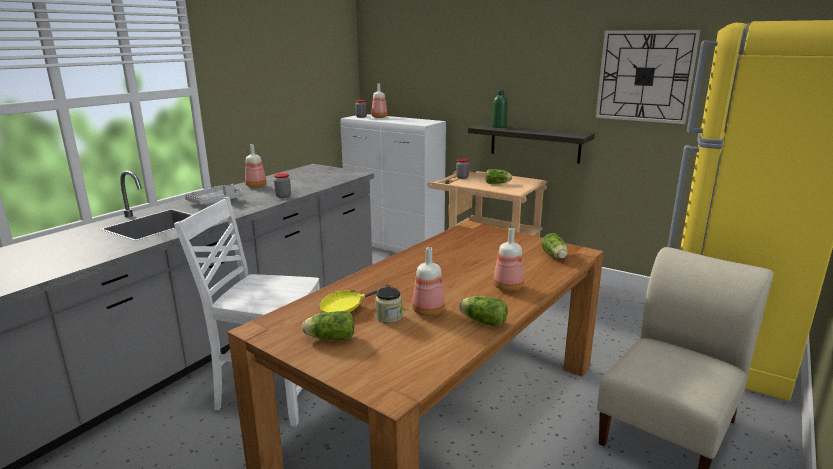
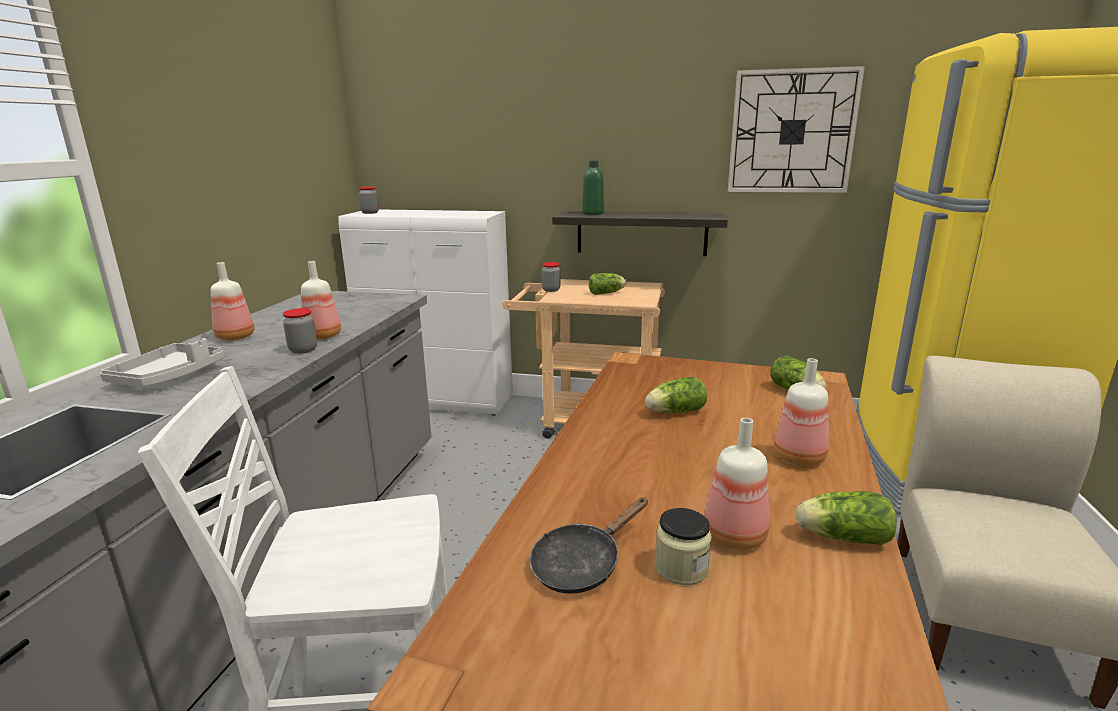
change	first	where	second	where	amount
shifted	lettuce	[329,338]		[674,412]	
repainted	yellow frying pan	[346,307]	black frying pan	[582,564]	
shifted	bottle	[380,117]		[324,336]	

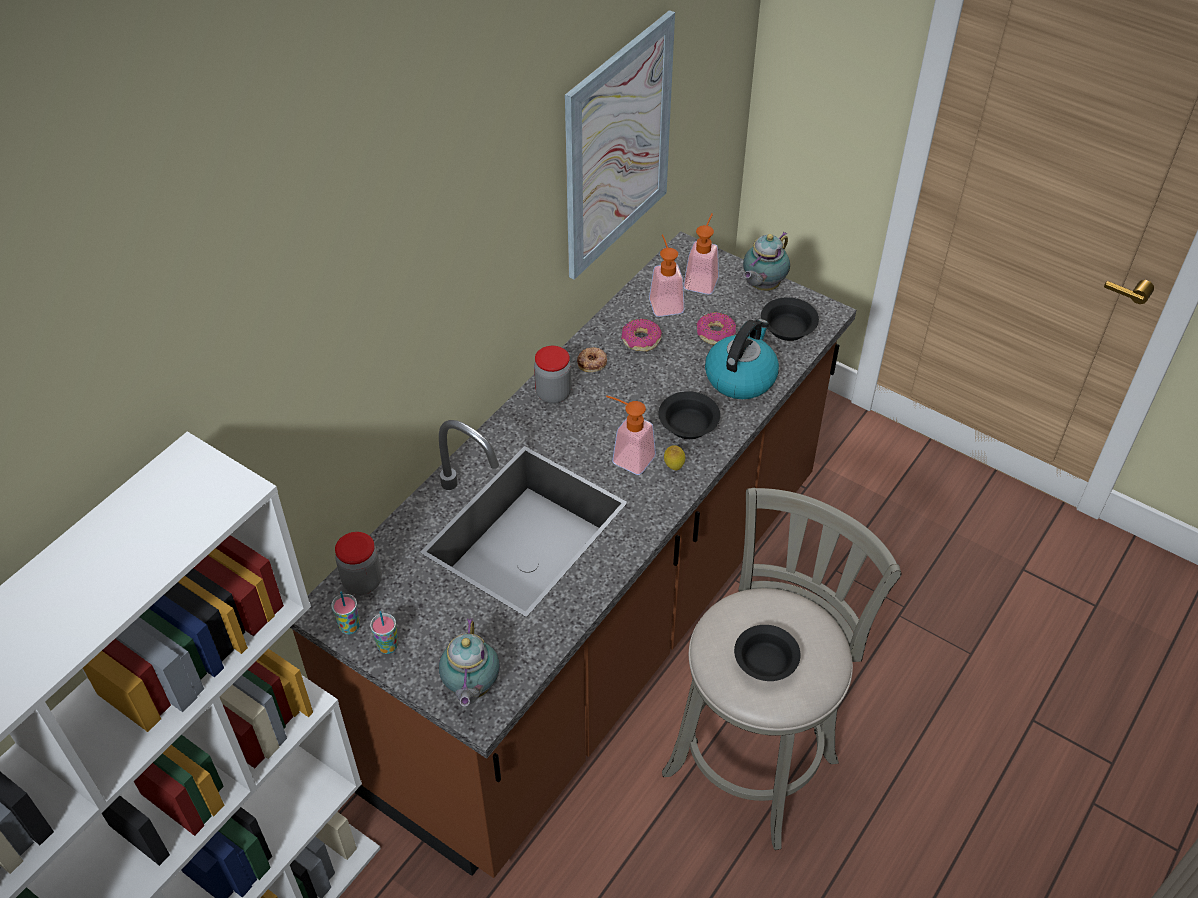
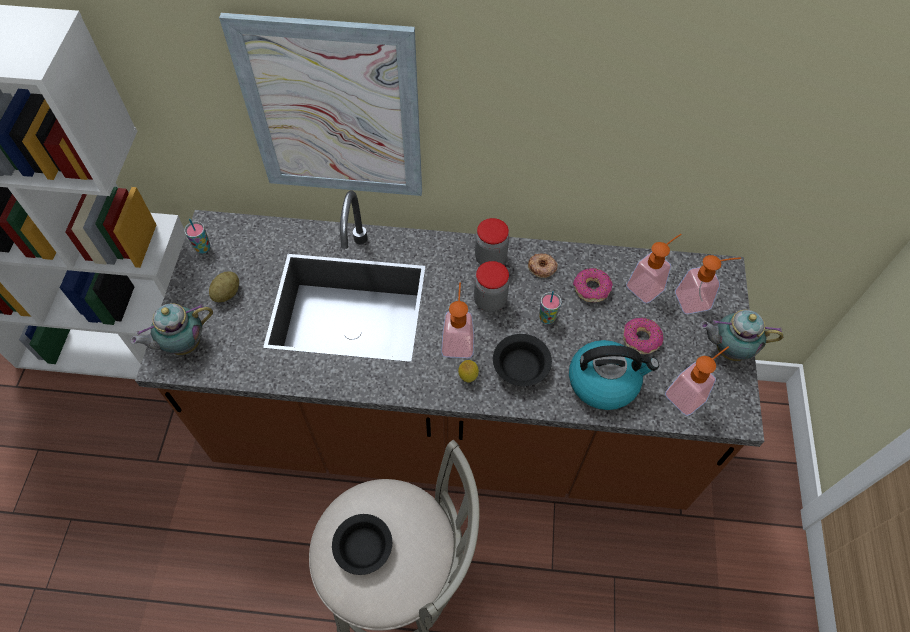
change	first	where	second	where	amount
shifted	jar	[362,581]		[490,300]	
shifted	cup	[388,646]		[547,318]	
shifted	picture	[617,147]		[333,112]	
swapped	black bowl	[787,330]	soap dispenser	[690,393]	
new			potato	[227,293]	

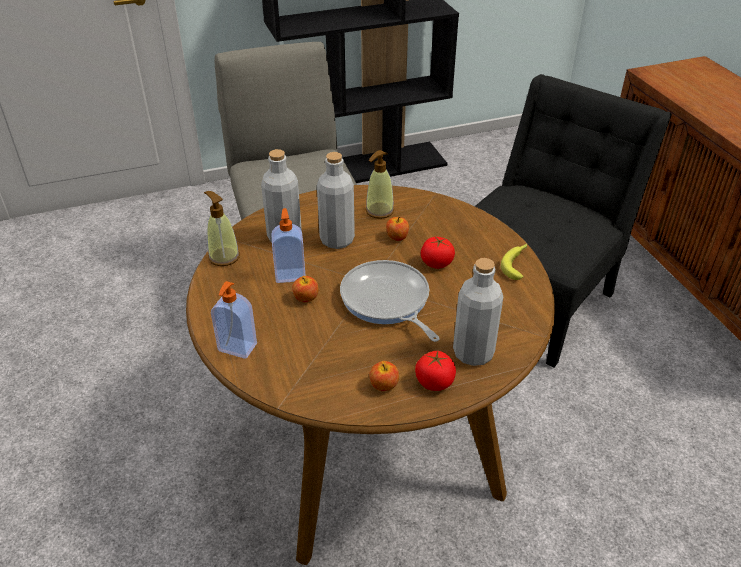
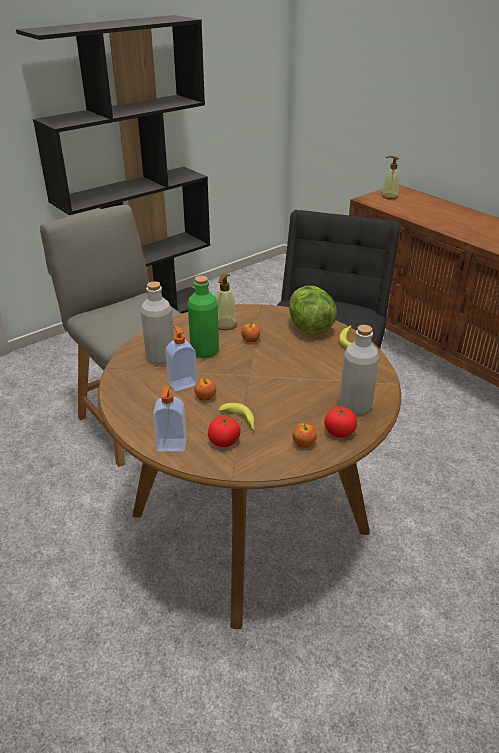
change	first	where	second	where	amount
shifted	soap dispenser	[224,257]		[389,196]	
repainted	grey bottle	[337,240]	green bottle	[204,351]	
gone	frying pan	[387,301]			
shifted	tomato	[436,263]		[224,441]	
new			banana	[240,421]	
new			lettuce	[309,327]	

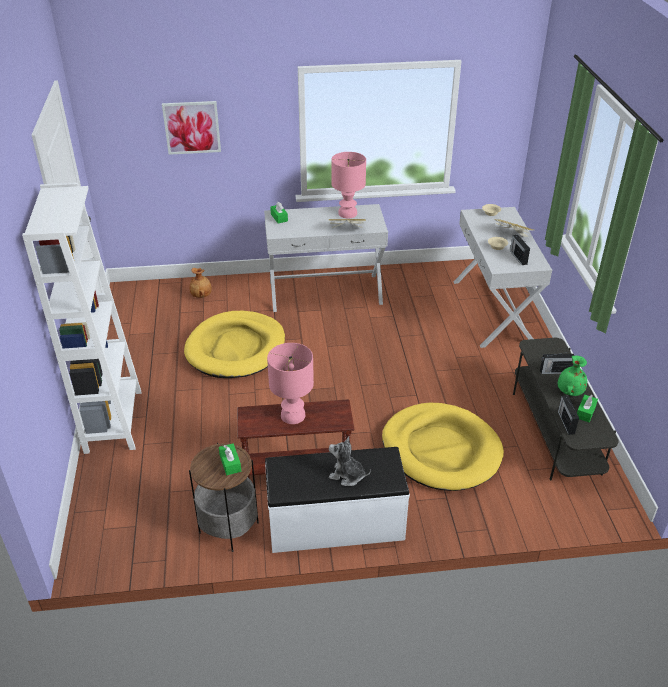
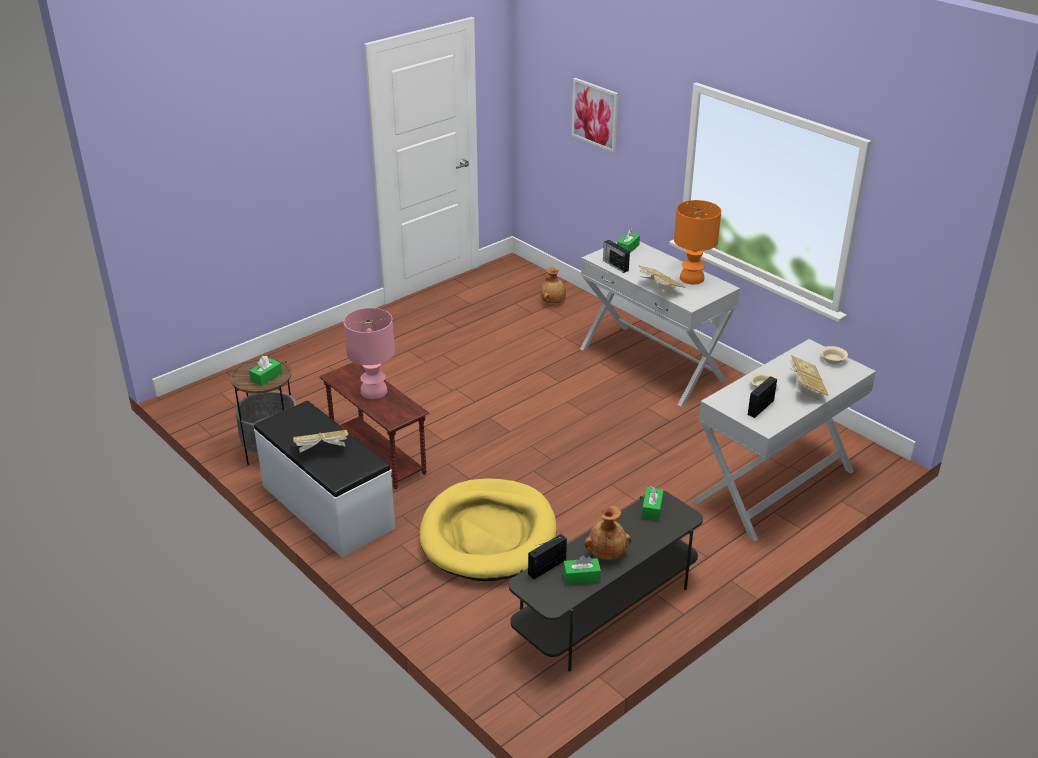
change	first	where	second	where	amount
gone	white bookcase	[113,421]			
gone	yellow dog bed	[236,348]			
swapped	plush toy	[347,475]	book	[322,450]	
repainted	pink table lamp	[348,213]	orange table lamp	[692,278]	
shifted	radio	[554,371]		[615,265]	
repainted	green vase	[569,391]	brown vase	[606,553]	
new			green tissue box	[652,509]	

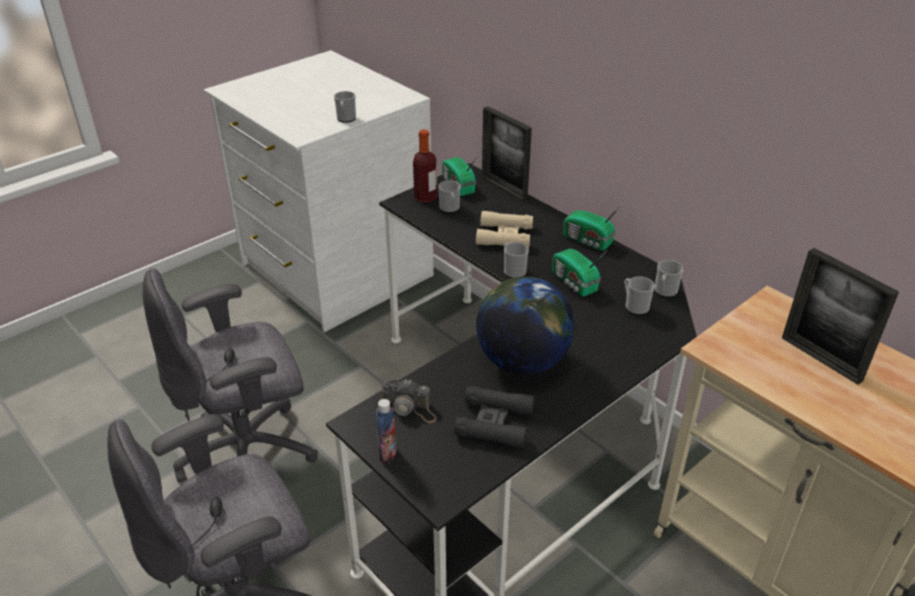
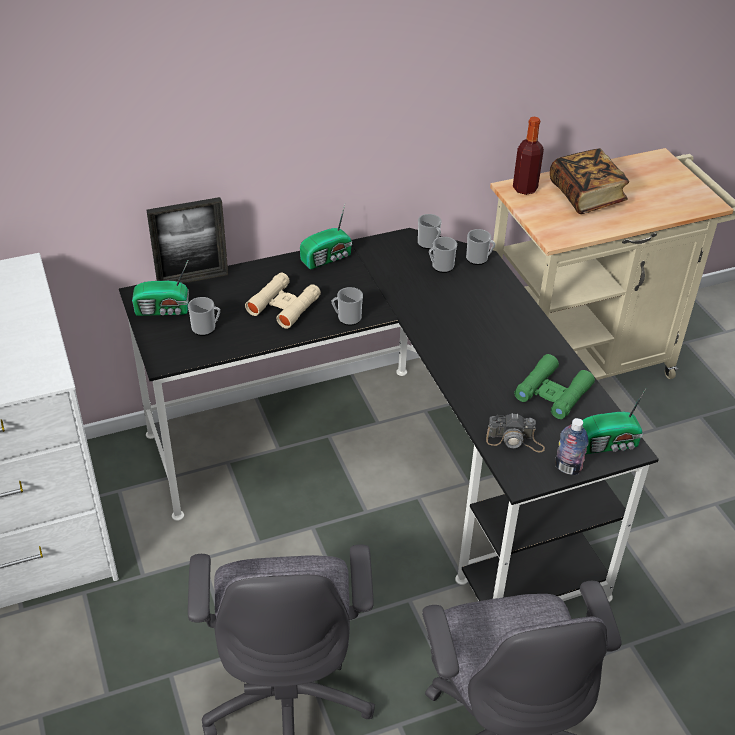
change	first	where	second	where	amount
shifted	mug	[346,119]		[479,259]	
rotated	photo camera	[409,408]		[515,440]	60 degrees clockwise
shifted	bottle	[425,197]		[525,188]	
repainted	black binoculars	[494,422]	green binoculars	[552,393]	
gone	globe	[522,361]			
shifted	radio	[574,283]		[609,444]	
swapped	picture frame	[821,359]	book	[586,196]	

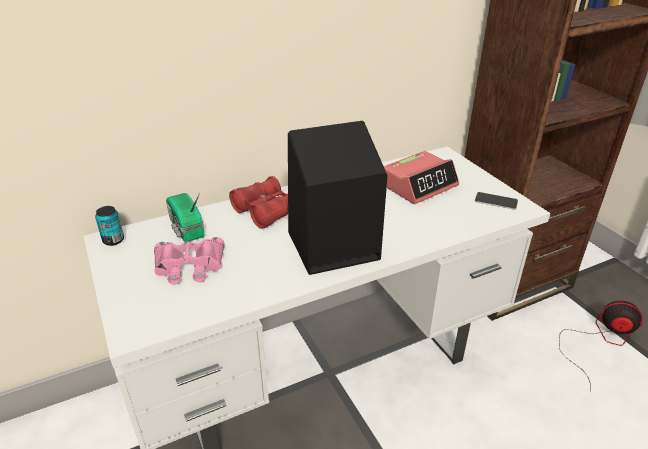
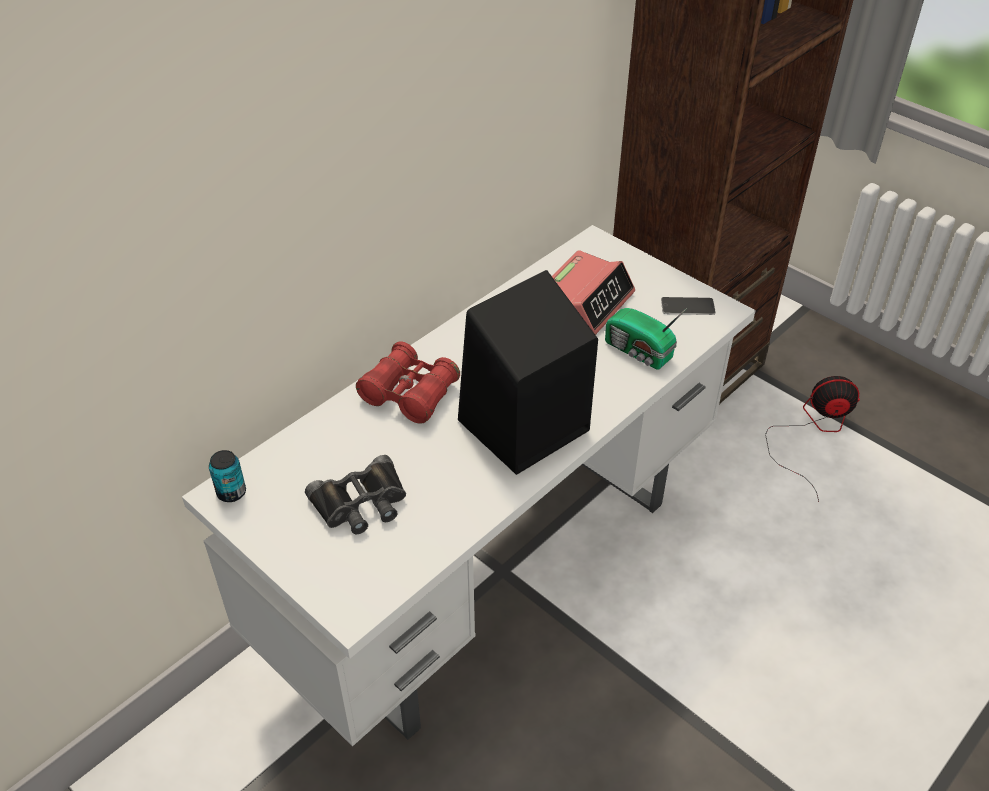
change	first	where	second	where	amount
repainted	pink binoculars	[189,266]	black binoculars	[361,503]	
shifted	radio	[185,228]		[639,352]	

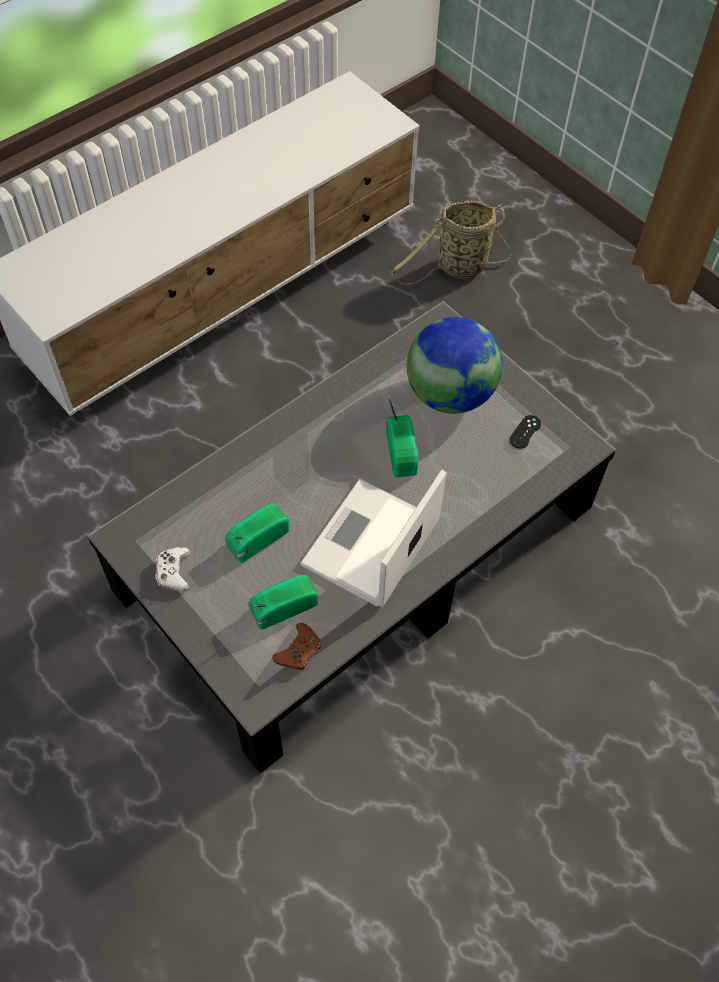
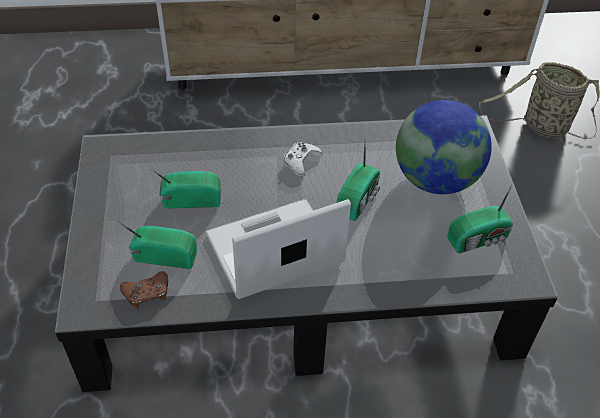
change	first	where	second	where	amount
shifted	white game controller	[174,572]		[301,161]	
swapped	black game controller	[525,432]	radio	[479,239]	

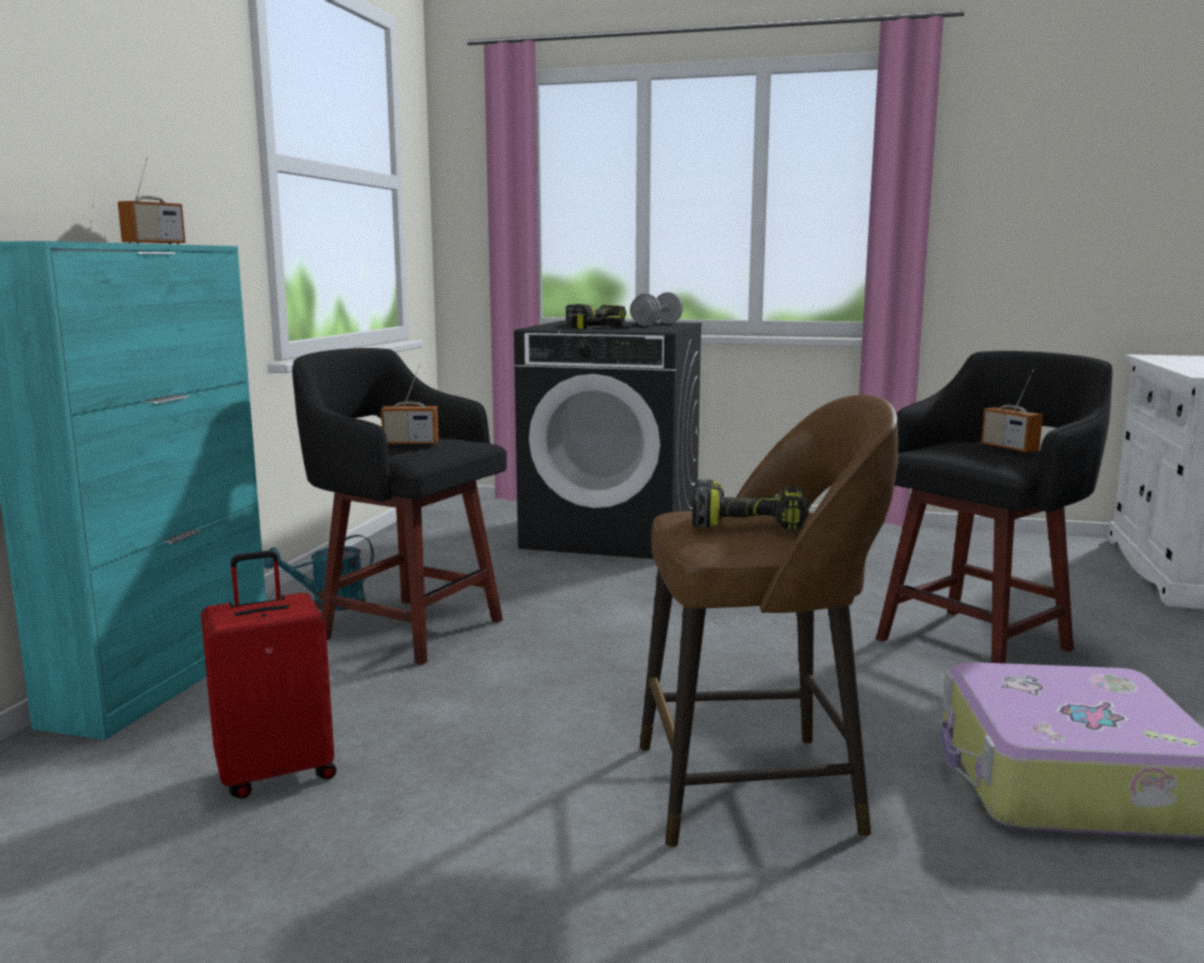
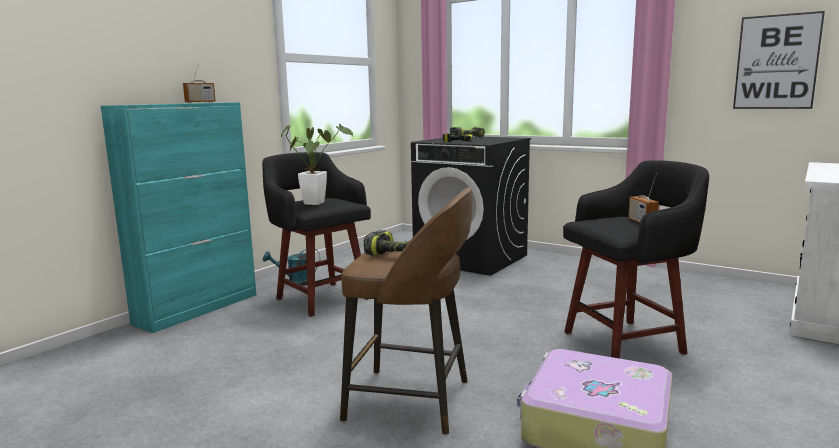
change	first	where	second	where	amount
gone	red suitcase	[276,773]			
swapped	radio	[410,444]	potted plant	[317,202]	
gone	grey dumbbell	[656,324]			
new			picture	[776,62]	

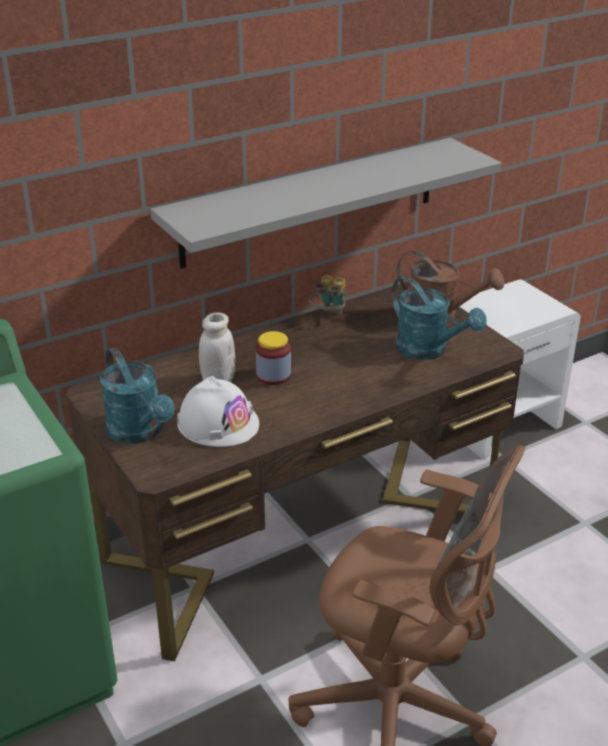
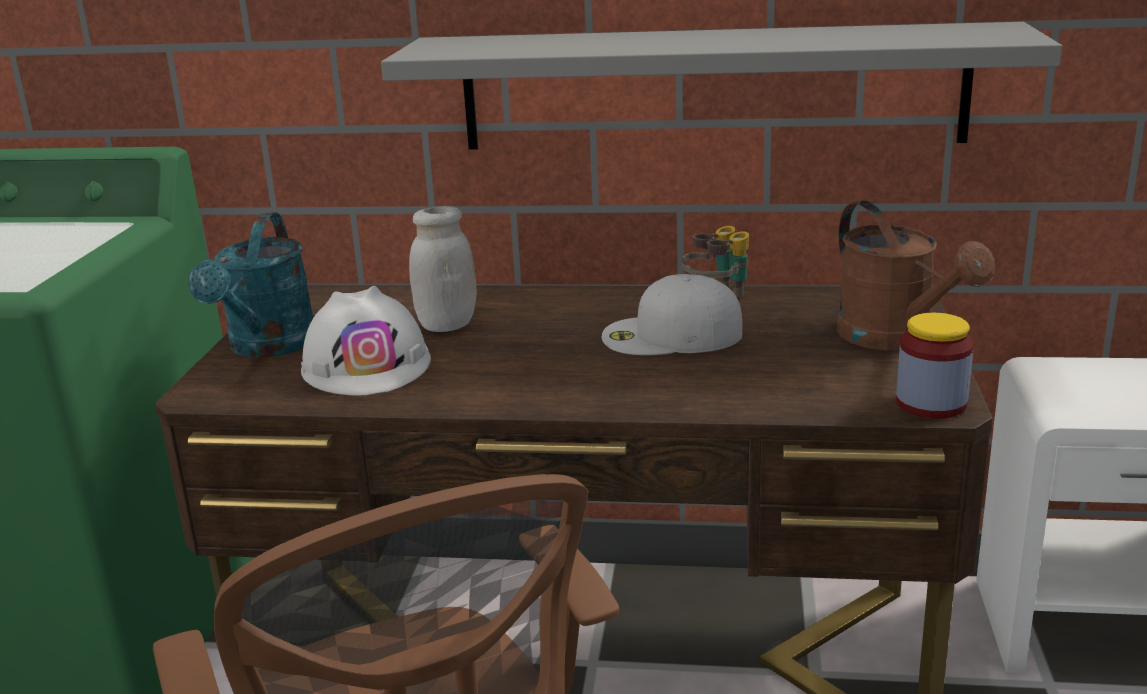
change	first	where	second	where	amount
shifted	jar	[273,376]		[931,403]	
gone	turquoise watering can	[429,350]			
new			white cap	[670,335]	

